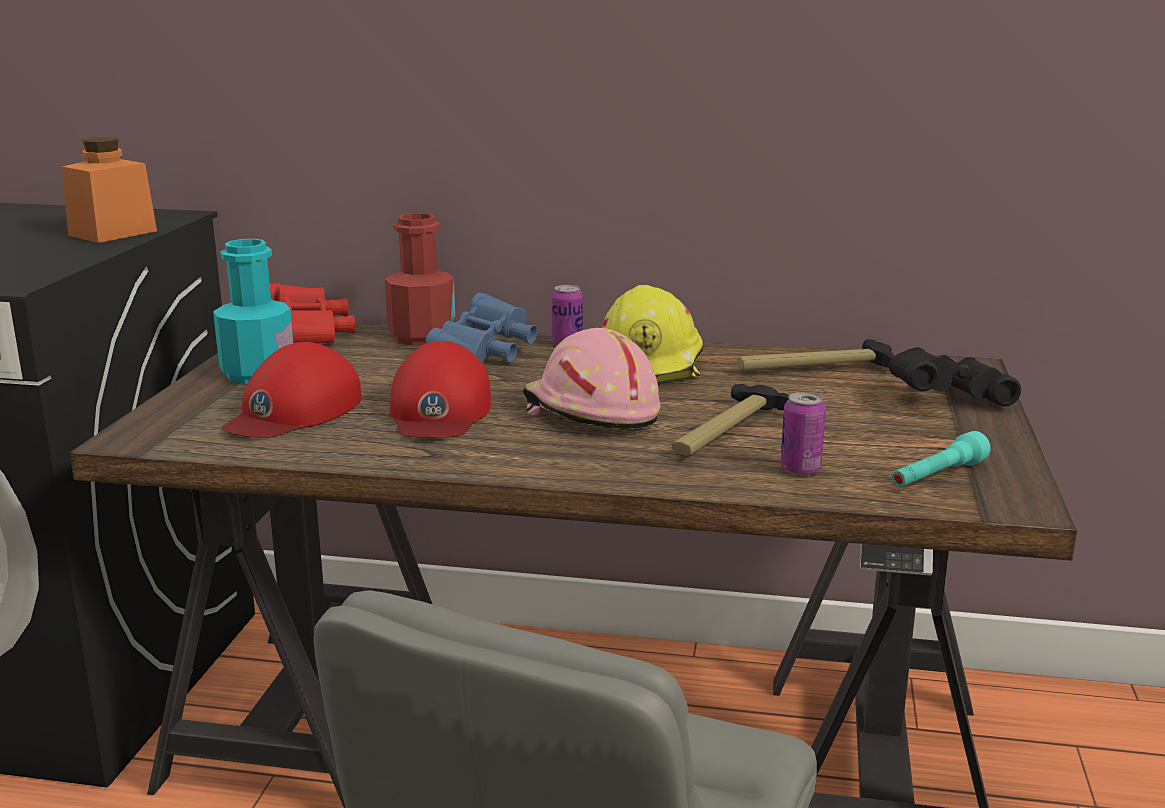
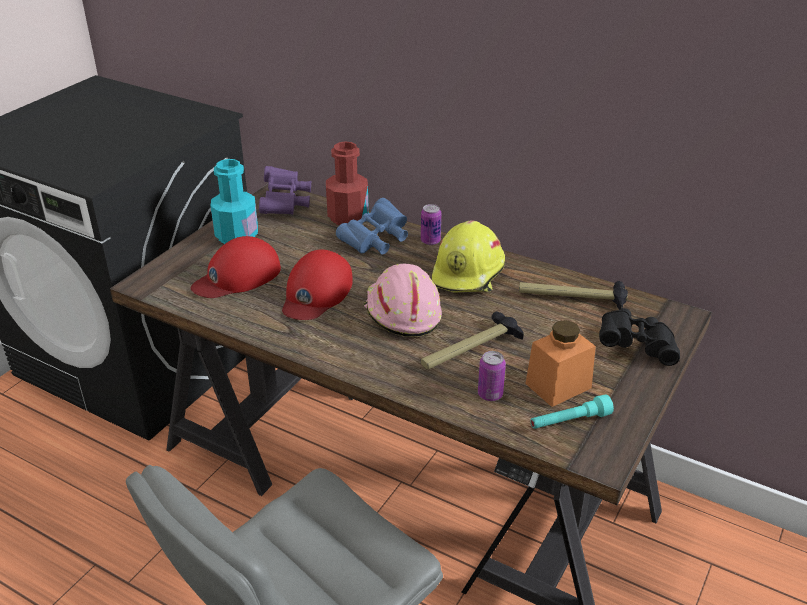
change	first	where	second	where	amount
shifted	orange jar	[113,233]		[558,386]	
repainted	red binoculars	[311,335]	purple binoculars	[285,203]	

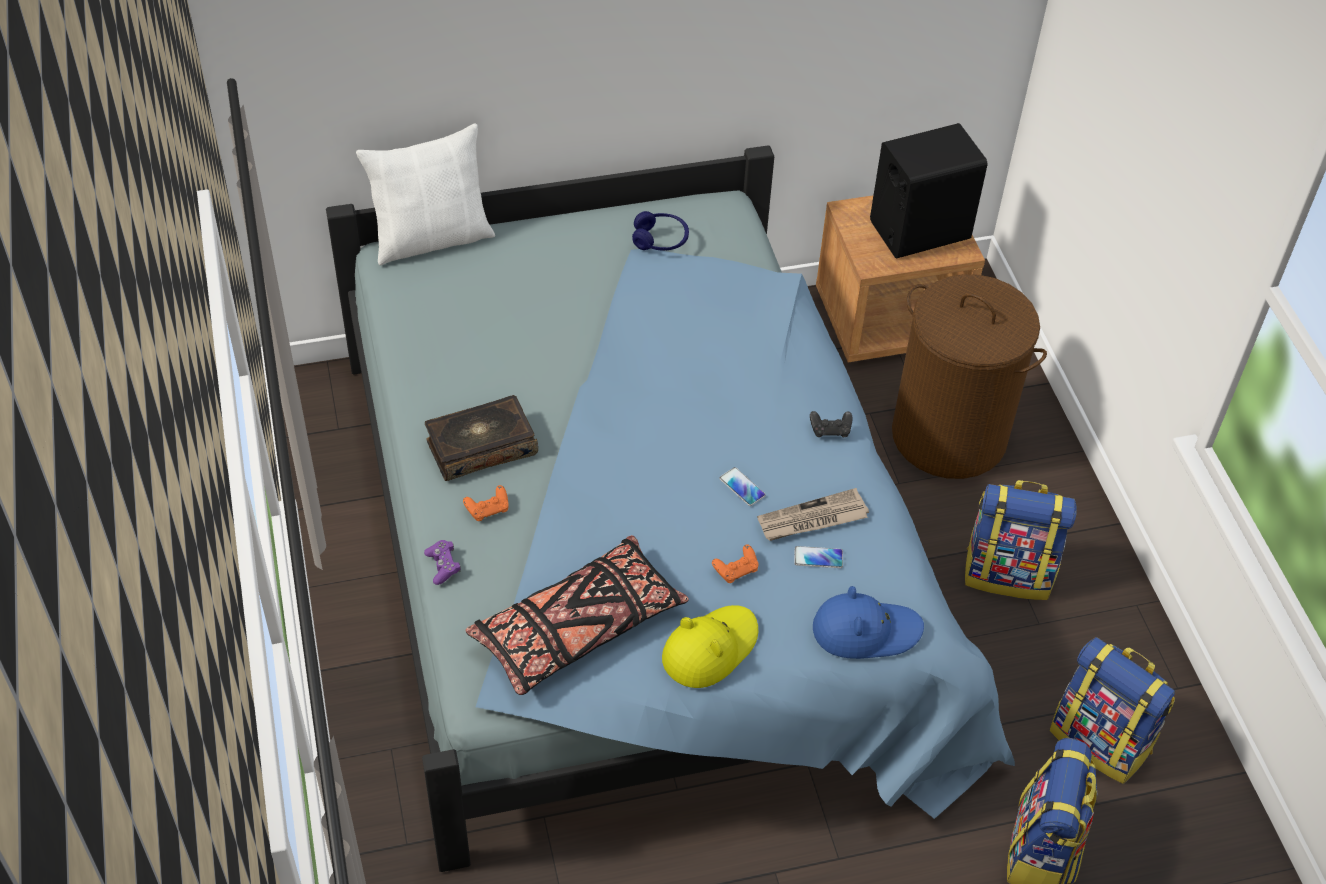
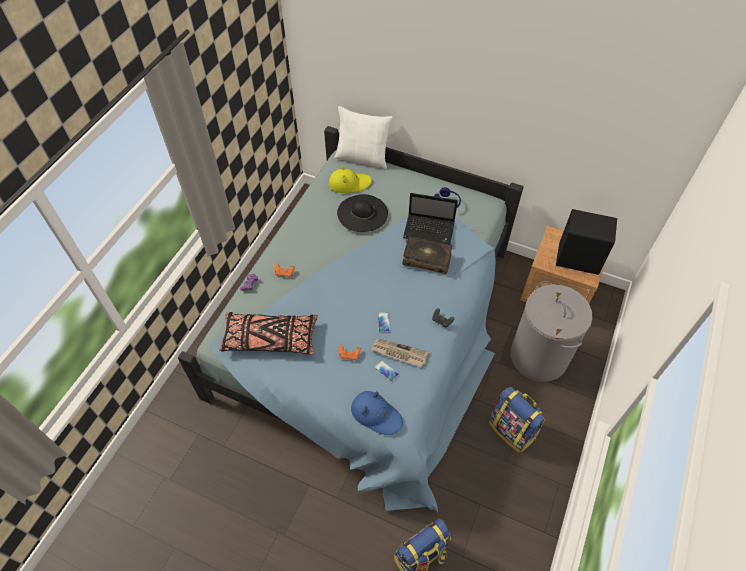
change	first	where	second	where	amount
shifted	book	[481,447]		[427,259]	
shifted	yellow hat	[709,649]		[349,183]	
repainted	brown laundry basket	[949,435]	grey laundry basket	[539,356]	
gone	backpack	[1101,741]			
new			black hat	[362,213]	
new			laptop	[430,230]	

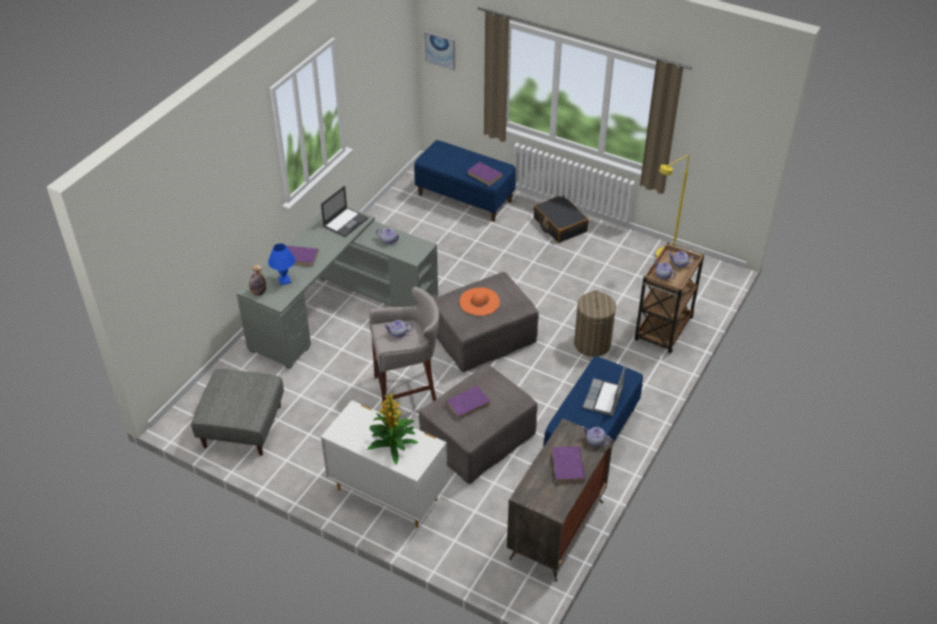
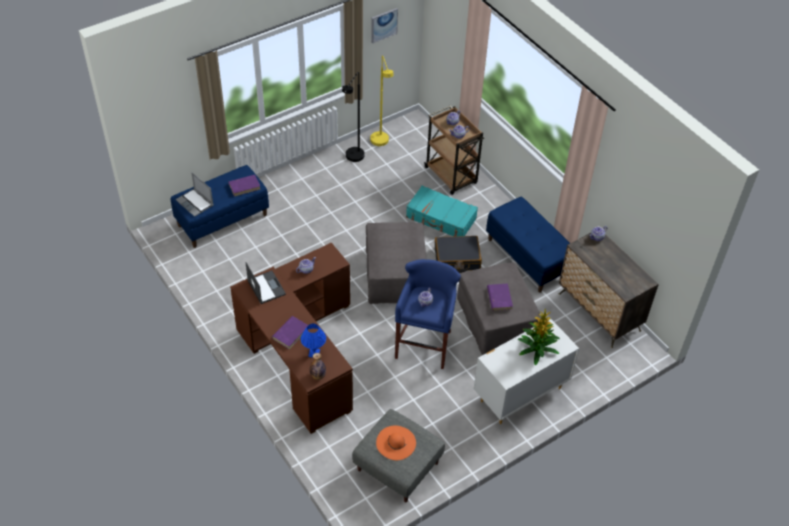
change	first	where	second	where	amount
repainted	grey desk	[338,307]	brown desk	[298,353]	
repainted	grey stool	[408,392]	blue stool	[424,344]	
shifted	picture	[440,50]		[384,25]	
shifted	orange hat	[479,301]		[396,443]	
shifted	black suitcase	[559,225]		[457,259]	
gone	purple book	[568,466]			
swapped	laundry basket	[592,344]	turquoise suitcase	[441,218]	
shifted	laptop	[603,399]		[195,203]	
new			black floor lamp	[353,159]	

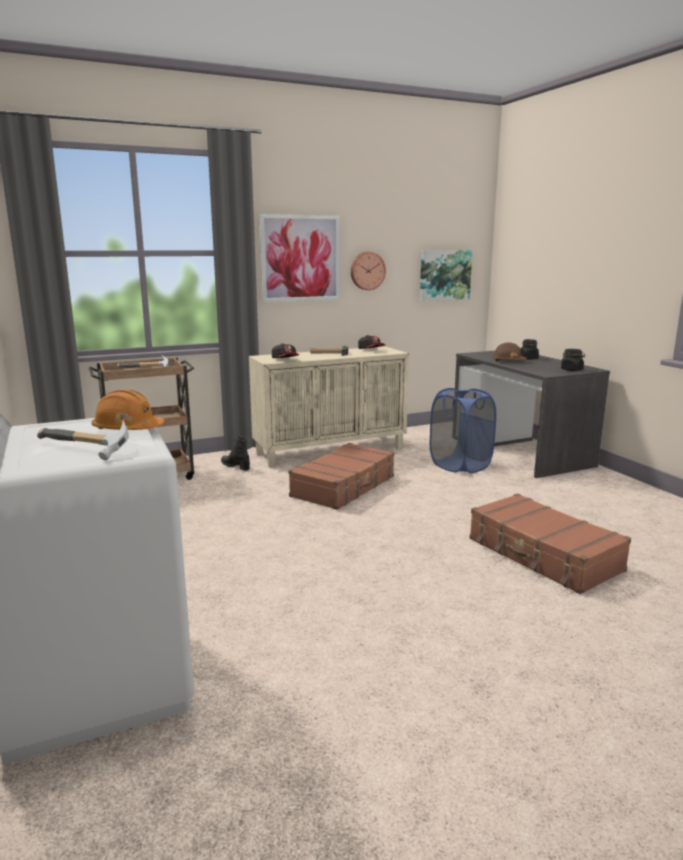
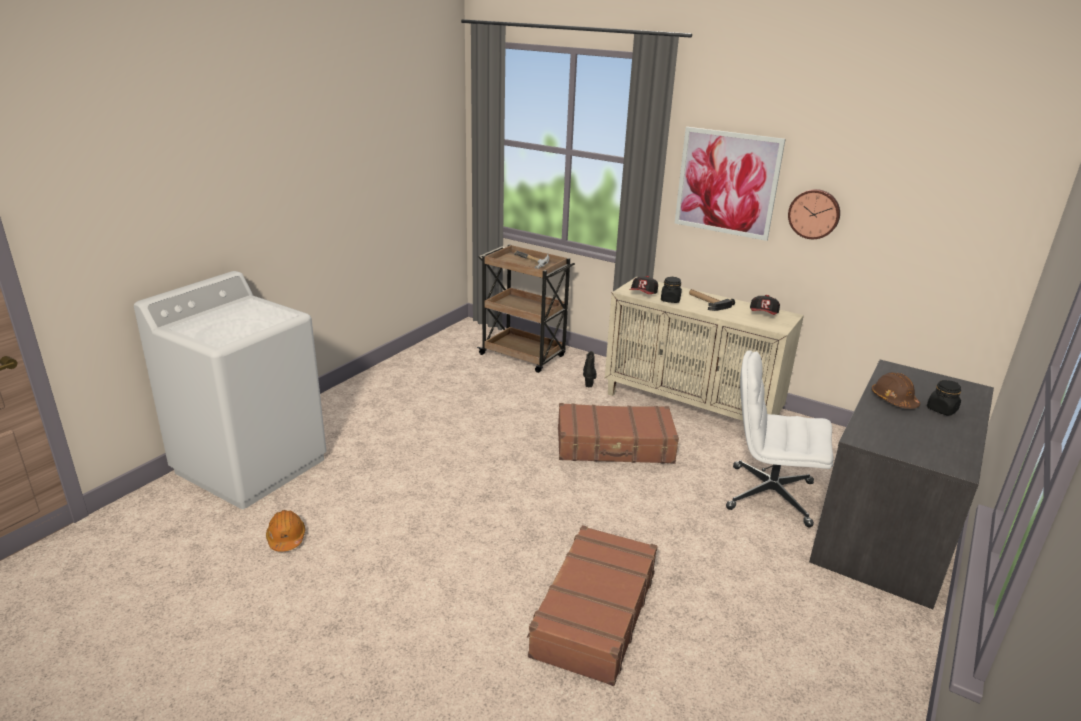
change	first	where	second	where	amount
gone	hammer	[82,450]			
shifted	orange hard hat	[128,429]		[286,538]	
gone	picture	[444,275]			
swapped	blue laundry basket	[460,465]	white office chair	[768,495]	
shifted	black jar	[572,370]		[670,300]	

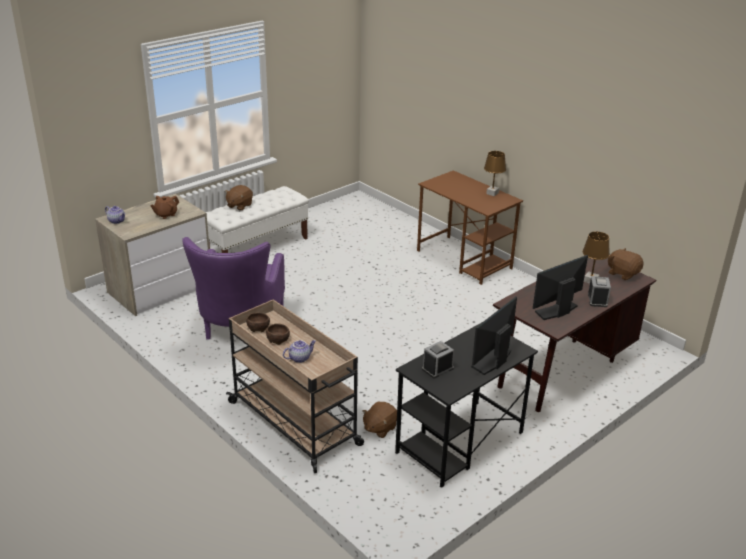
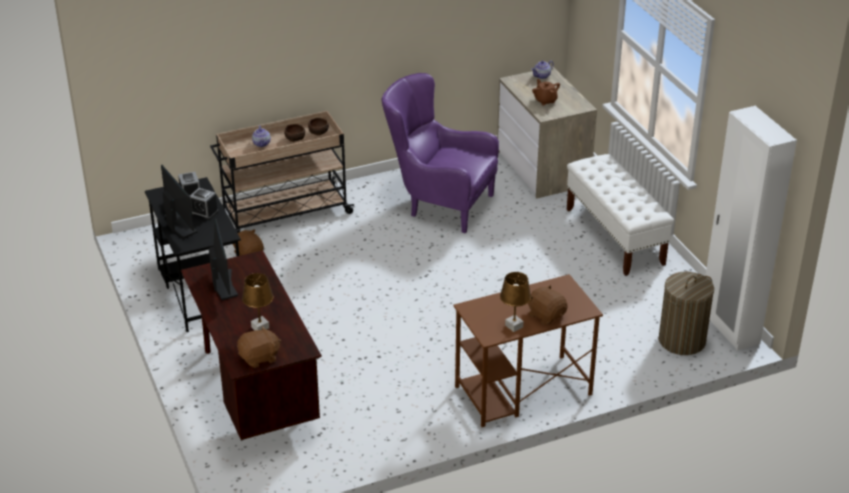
change	first	where	second	where	amount
shifted	brown plush toy	[239,205]		[546,315]	
shifted	alarm clock	[597,300]		[204,212]	
new			laundry basket	[682,340]	
new			white wardrobe	[729,328]	

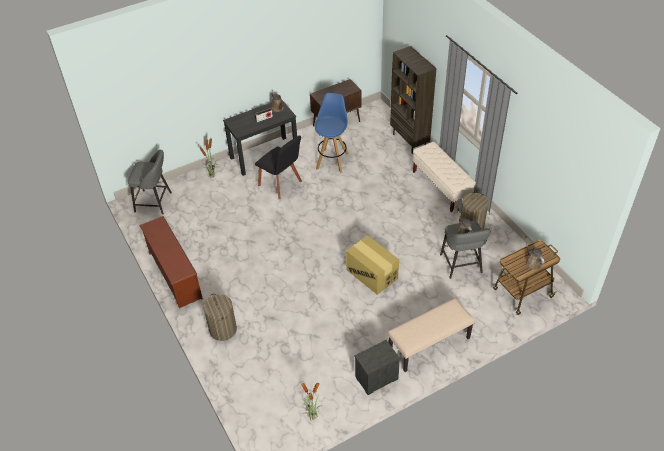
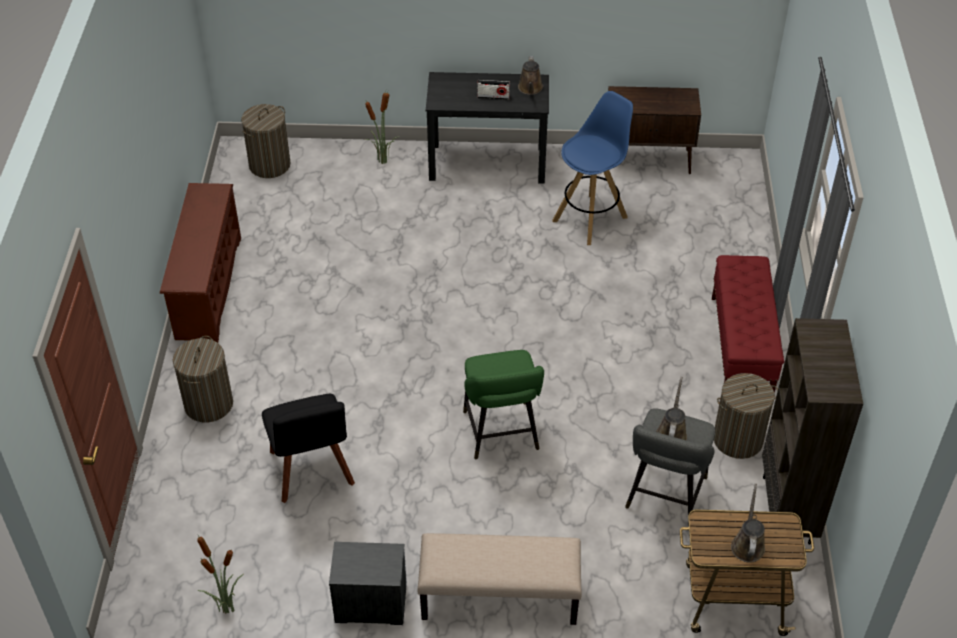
change	first	where	second	where	amount
swapped	grey stool	[155,202]	laundry basket	[269,165]	
shifted	black chair	[281,184]		[312,472]	
swapped	cardboard box	[372,274]	green stool	[501,434]	
shifted	brown bookcase	[409,141]		[787,510]	
repainted	beige bench	[441,187]	red bench	[741,347]	

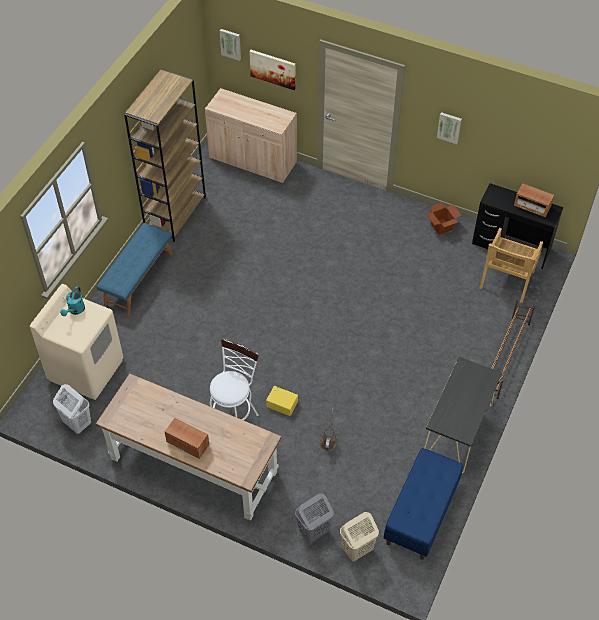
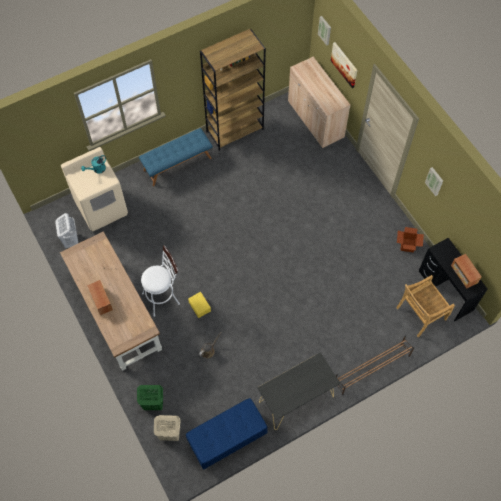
change	first	where	second	where	amount
repainted	grey laundry basket	[313,531]	green laundry basket	[153,403]	

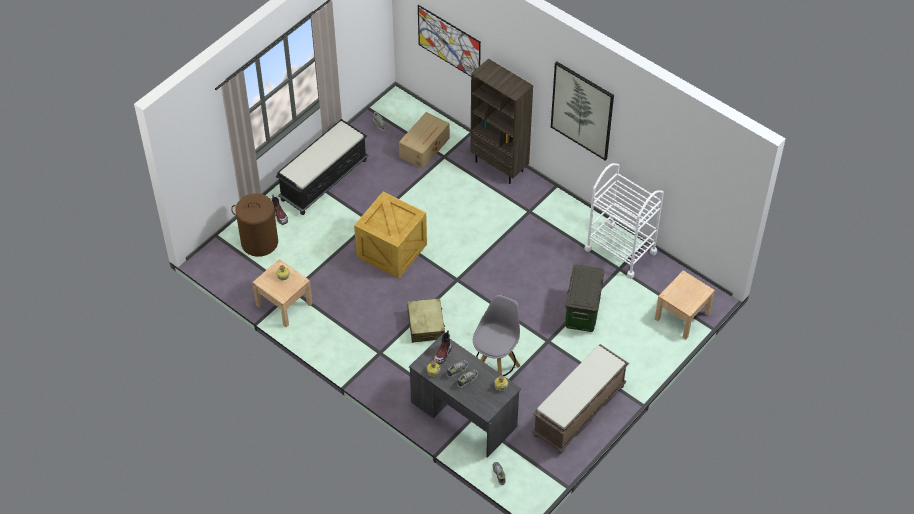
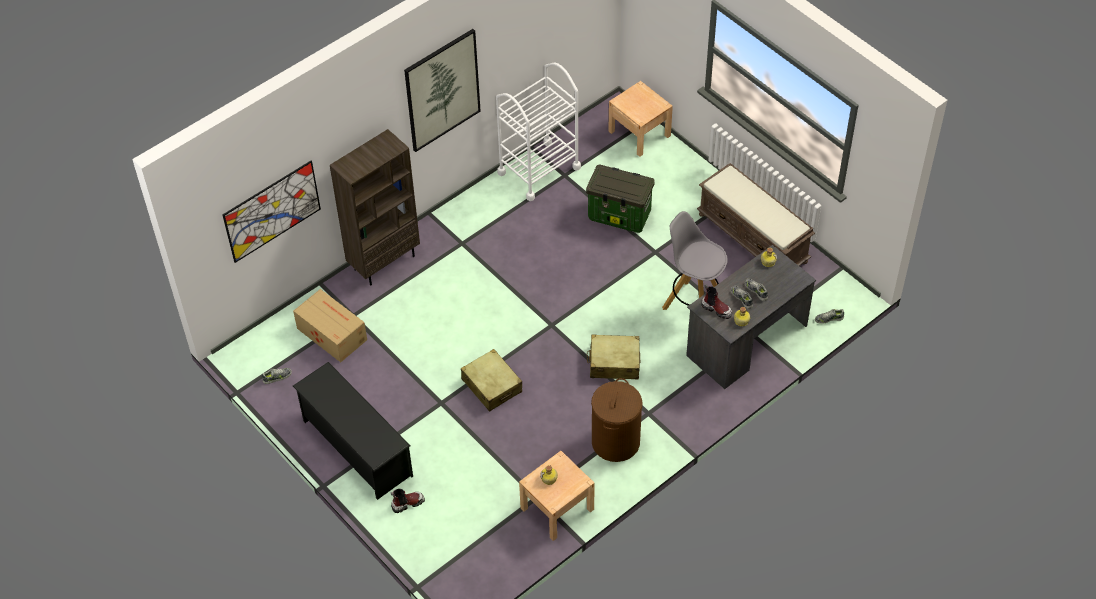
change	first	where	second	where	amount
shifted	brown laundry basket	[259,242]		[615,441]	
swapped	black bench	[324,179]	black shoe rack	[356,448]	
swapped	crate	[391,249]	beige suitcase	[491,385]	

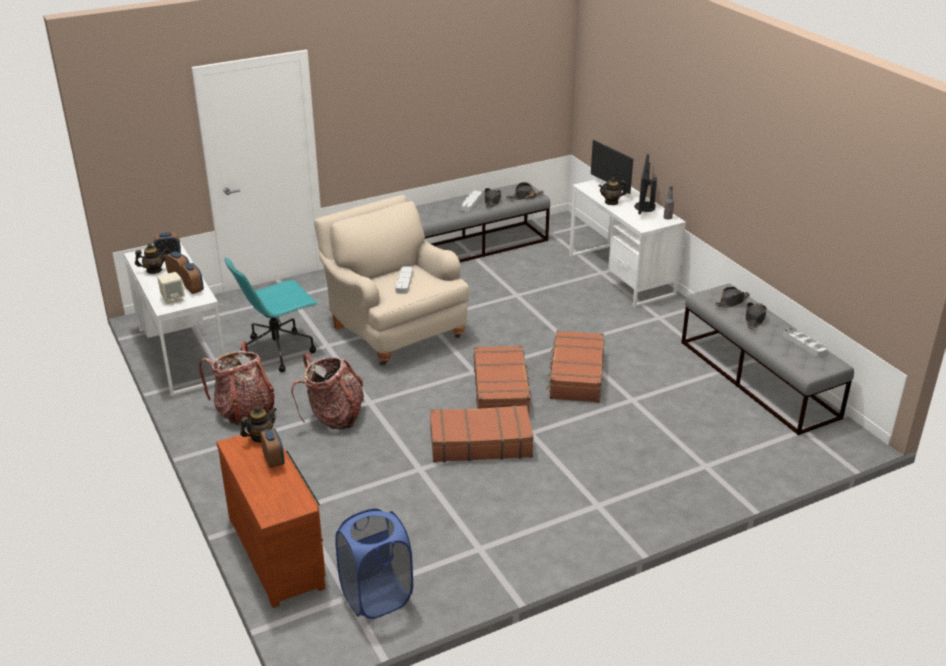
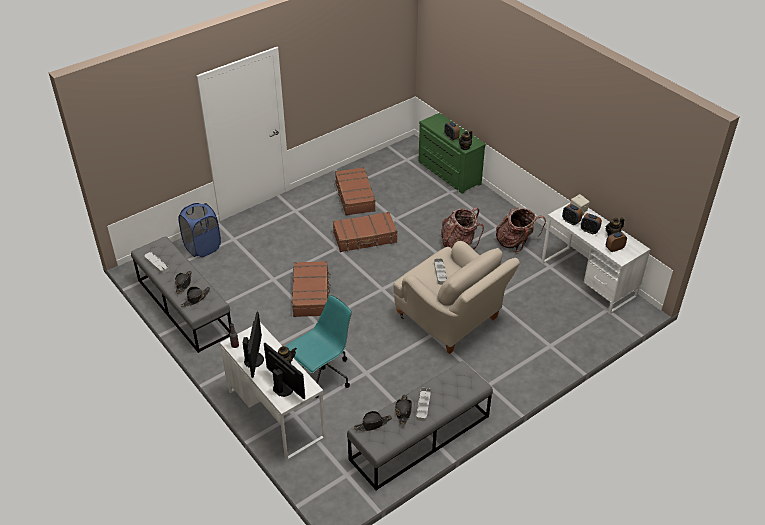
change	first	where	second	where	amount
repainted	brown dresser	[279,550]	green dresser	[448,173]	
shifted	turquoise office chair	[278,351]		[322,376]	
shifted	blue laundry basket	[376,597]		[202,247]	
shifted	brown suitcase	[501,391]		[354,197]	

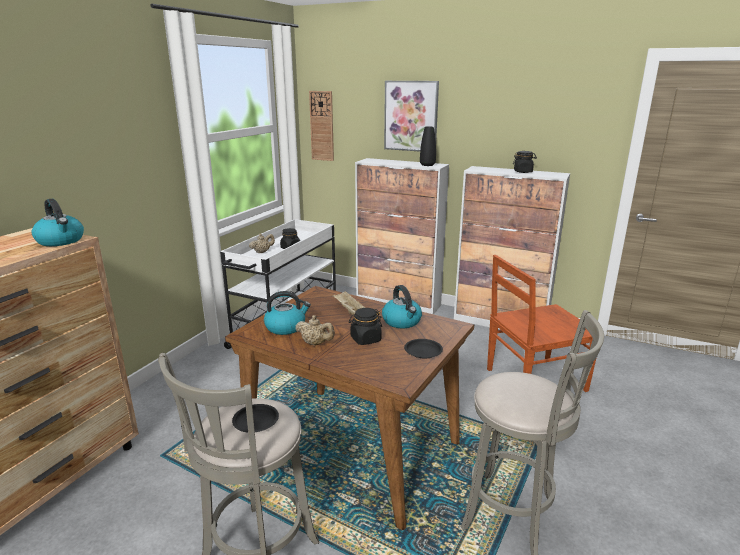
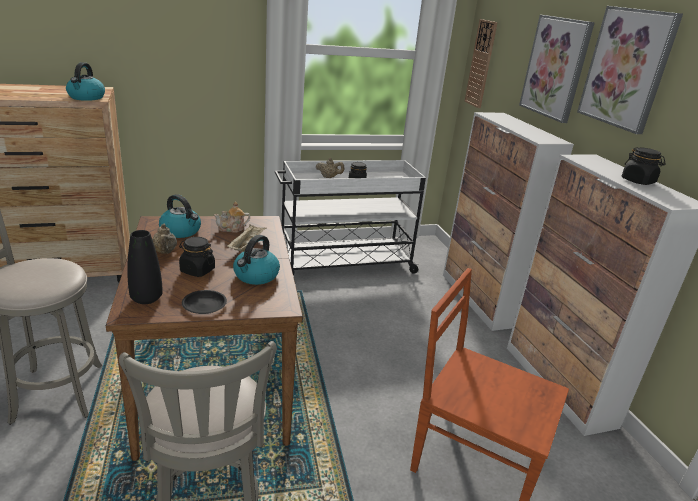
change	first	where	second	where	amount
gone	black plate	[256,421]			
shifted	black vase	[427,165]		[146,298]	
new			teapot	[232,228]	
new			picture	[627,68]	

